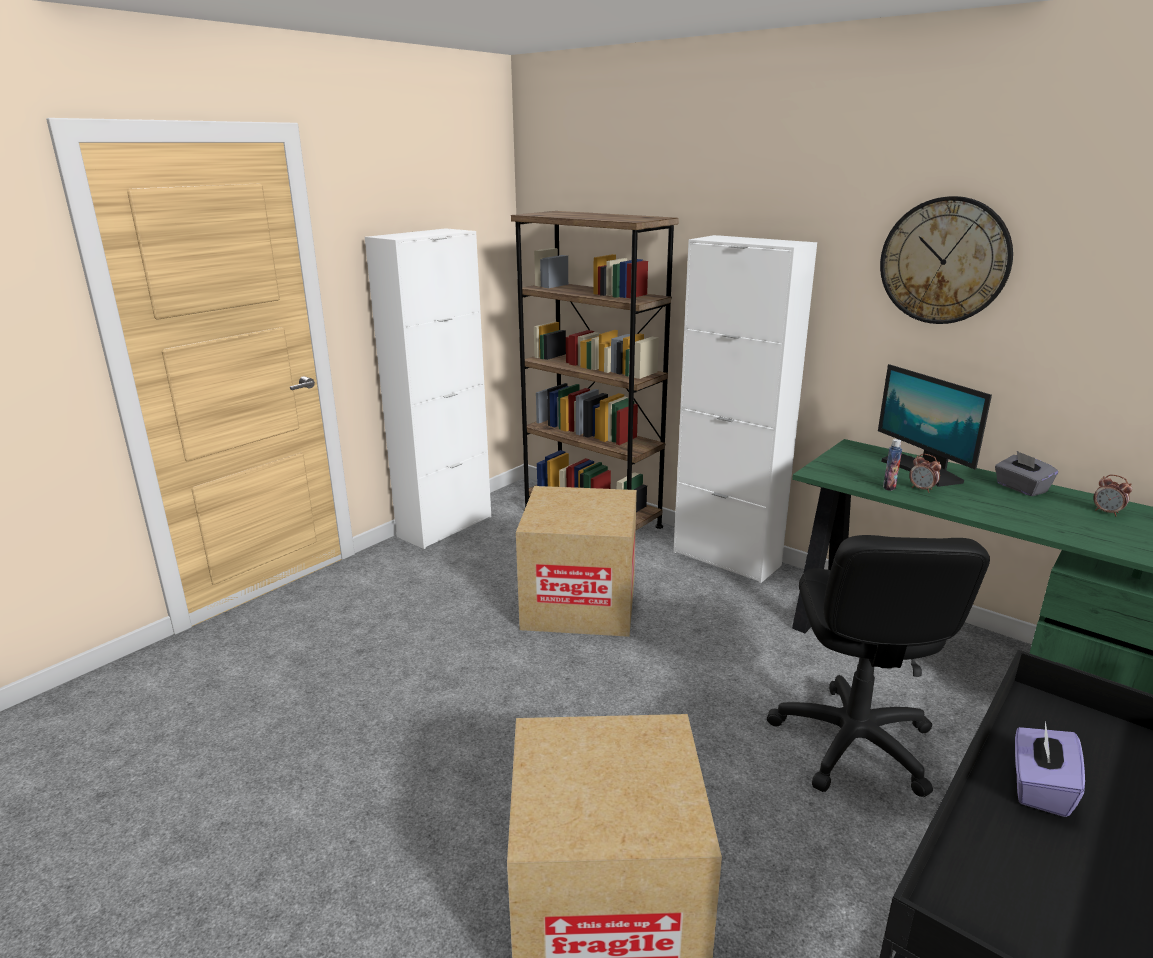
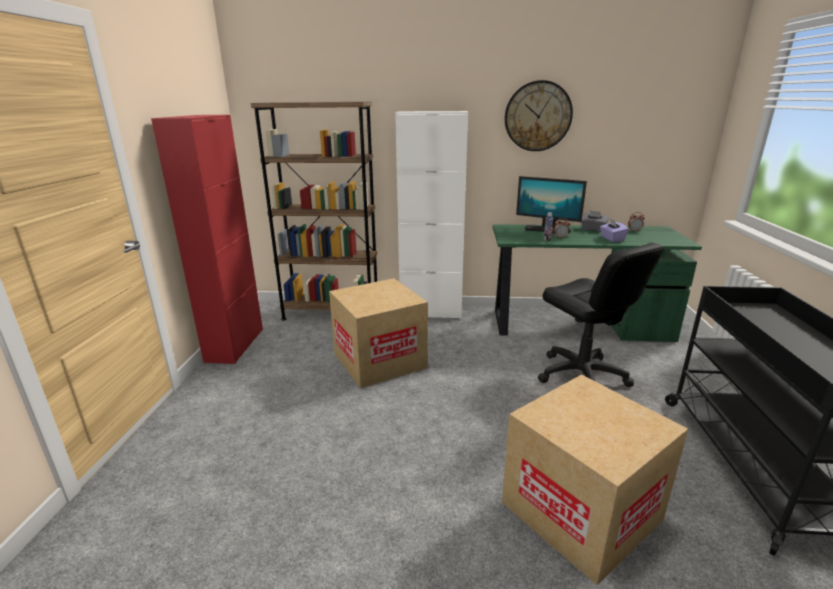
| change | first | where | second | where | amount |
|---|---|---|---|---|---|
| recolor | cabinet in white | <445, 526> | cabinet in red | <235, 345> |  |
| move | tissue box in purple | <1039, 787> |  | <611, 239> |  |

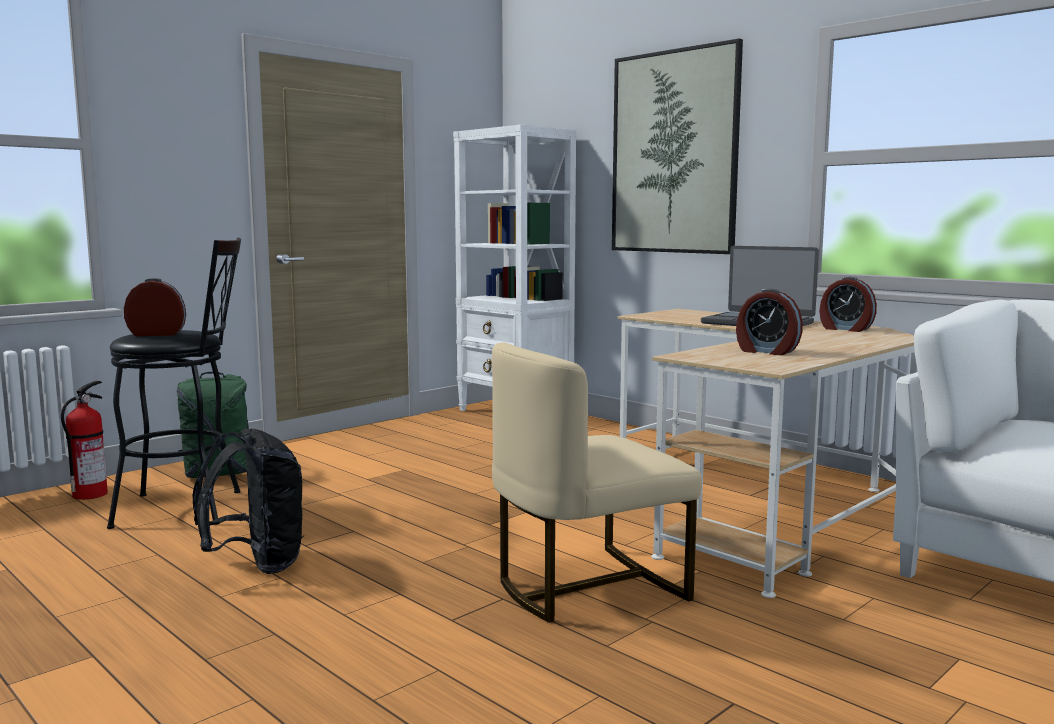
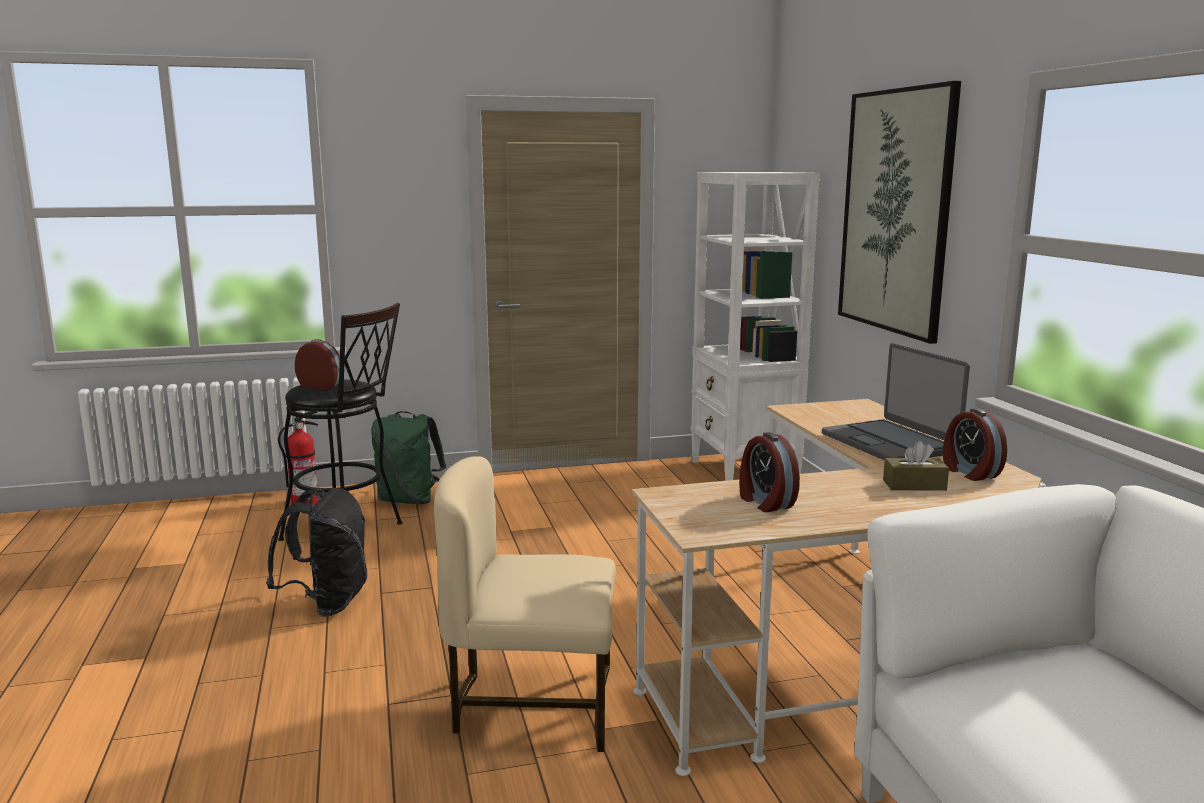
| change | first | where | second | where | amount |
|---|---|---|---|---|---|
| insert |  |  | tissue box in brown | <914, 485> |  |

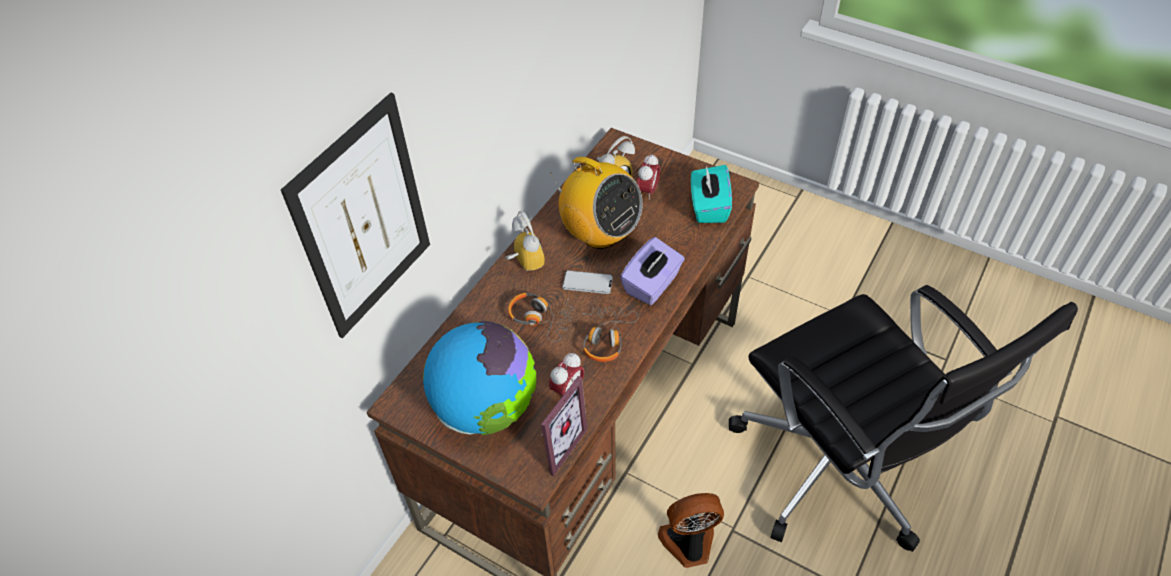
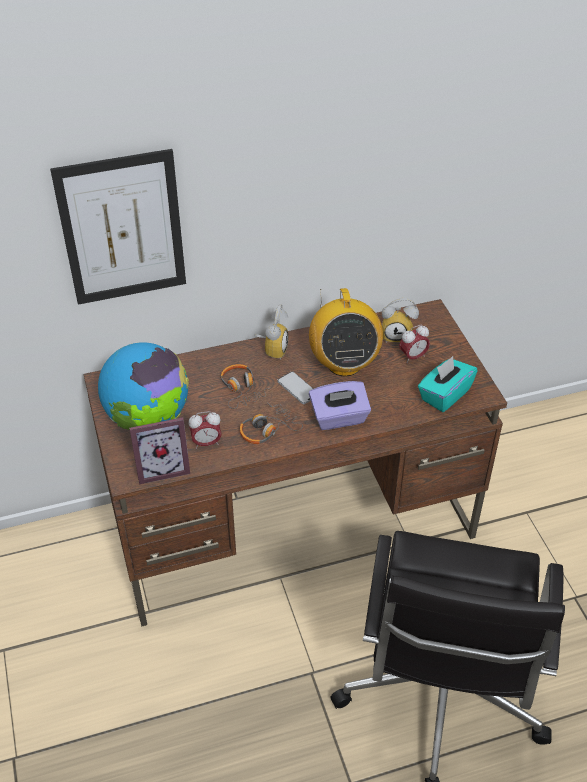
| change | first | where | second | where | amount |
|---|---|---|---|---|---|
| delete | fan | <689, 544> |  |  |  |

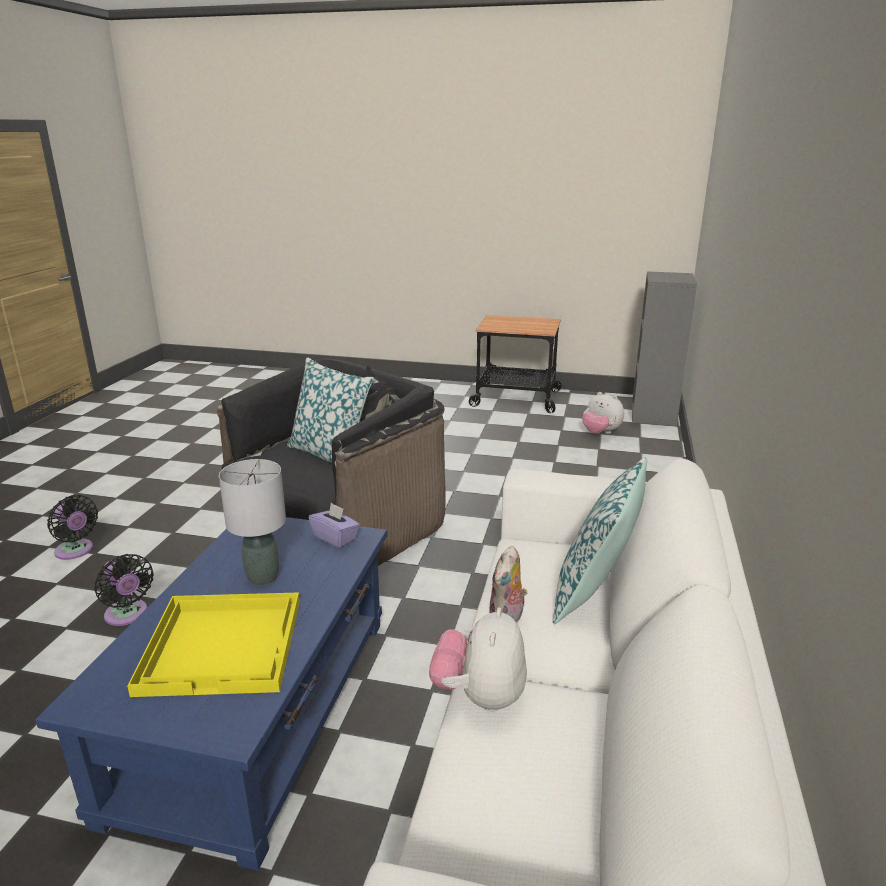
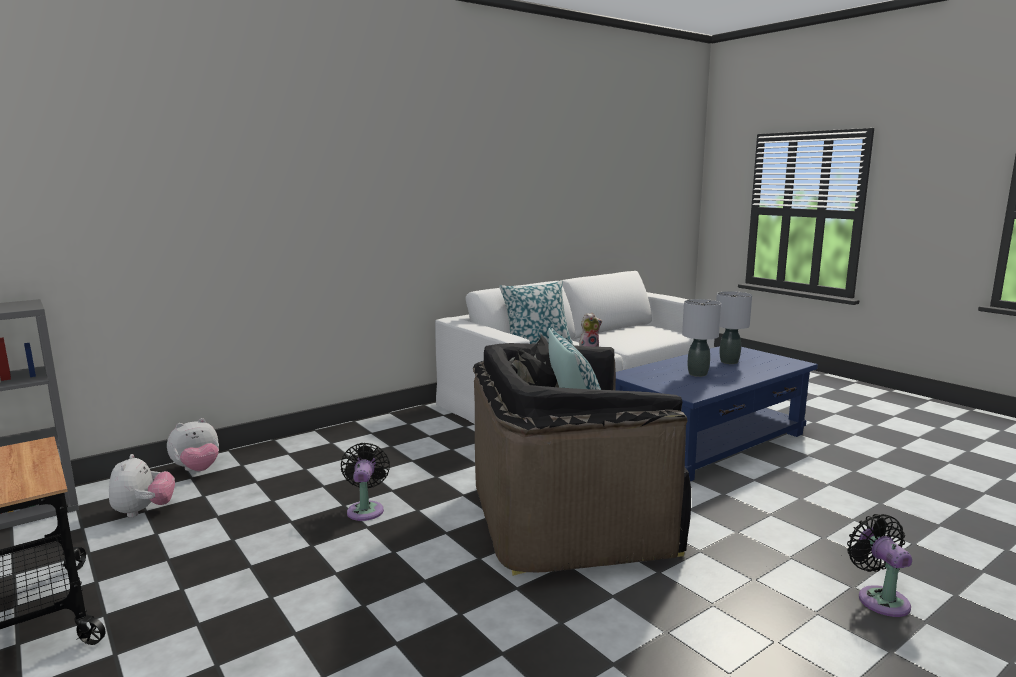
| change | first | where | second | where | amount |
|---|---|---|---|---|---|
| move | plush toy | <479, 696> |  | <197, 470> |  |
| move | fan in black | <128, 615> |  | <366, 509> |  |
| replace | tray in yellow | <224, 644> | table lamp in grey | <728, 362> |  |
| delete | tissue box in purple | <335, 538> |  |  |  |

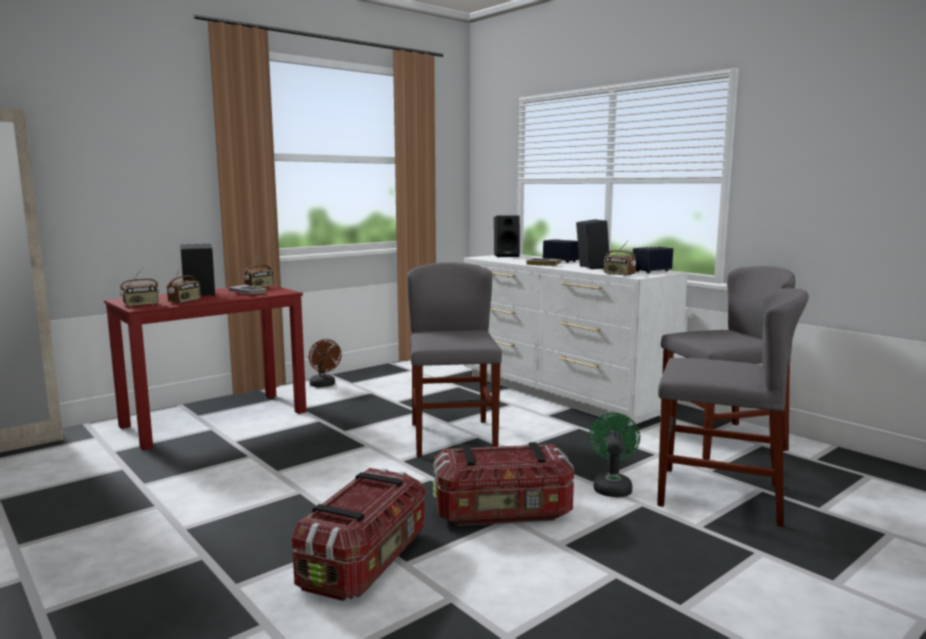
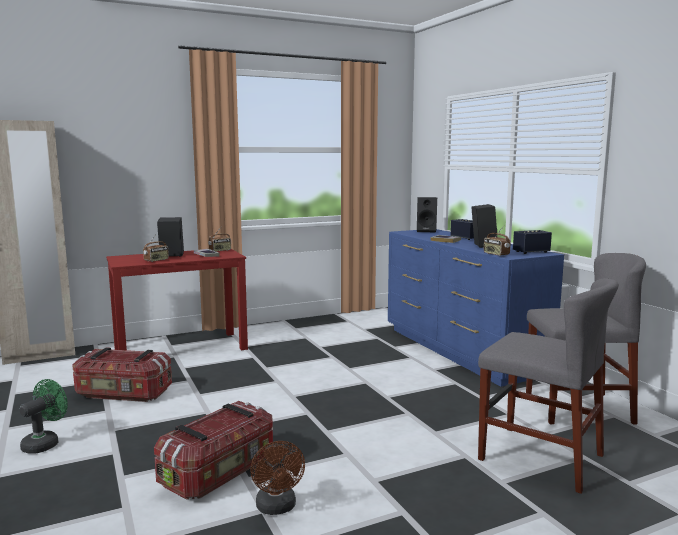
| change | first | where | second | where | amount |
|---|---|---|---|---|---|
| move | fan in green | <612, 486> |  | <45, 443> |  |
| move | storage box | <503, 512> |  | <123, 394> |  |
| move | fan in brown | <324, 385> |  | <277, 508> |  |
| recolor | dresser in white | <562, 393> | dresser in blue | <460, 351> |  |
| delete | radio | <141, 305> |  |  |  |
| delete | chair in grey | <453, 438> |  |  |  |

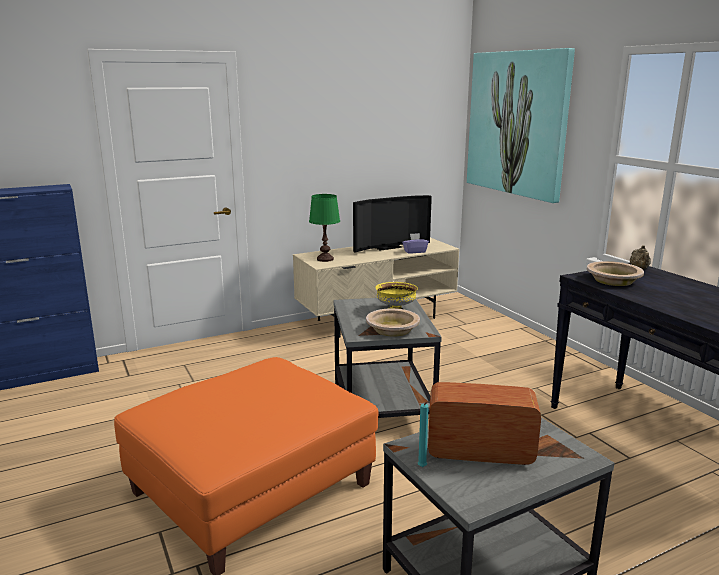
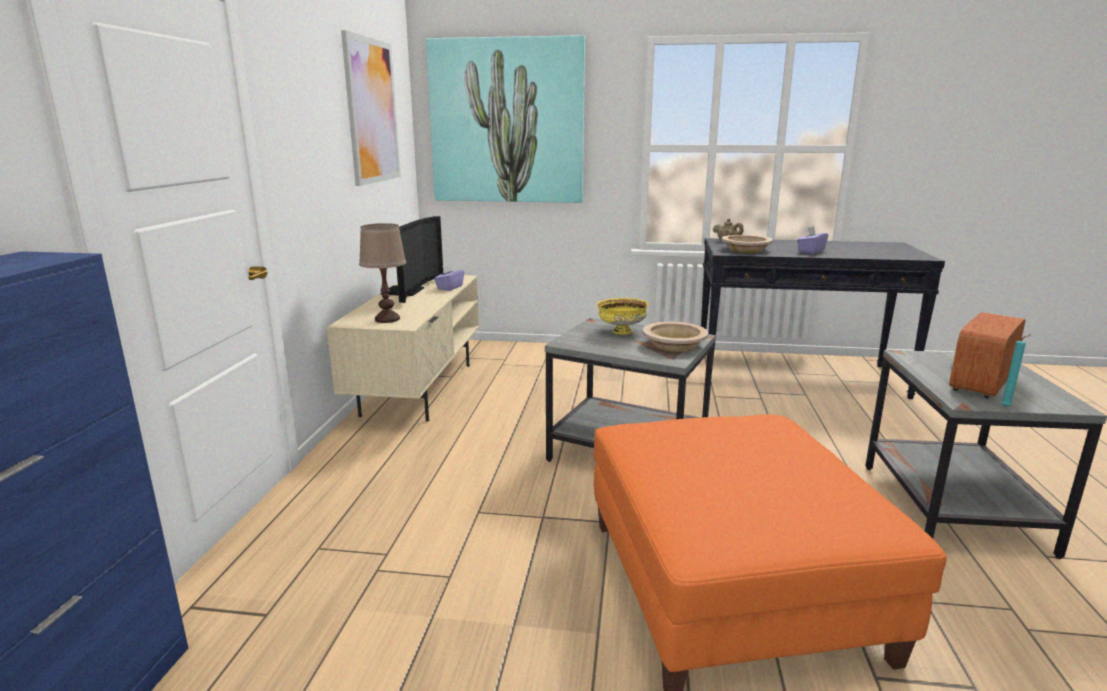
| change | first | where | second | where | amount |
|---|---|---|---|---|---|
| insert |  |  | picture | <372, 111> |  |
| recolor | table lamp in green | <325, 259> | table lamp in brown | <387, 319> |  |
| insert |  |  | tissue box in purple | <810, 251> |  |

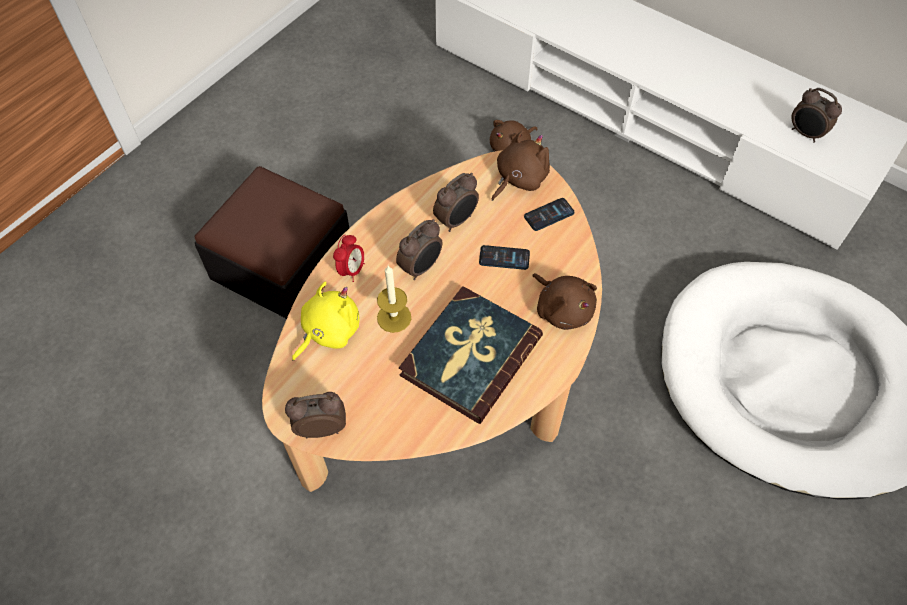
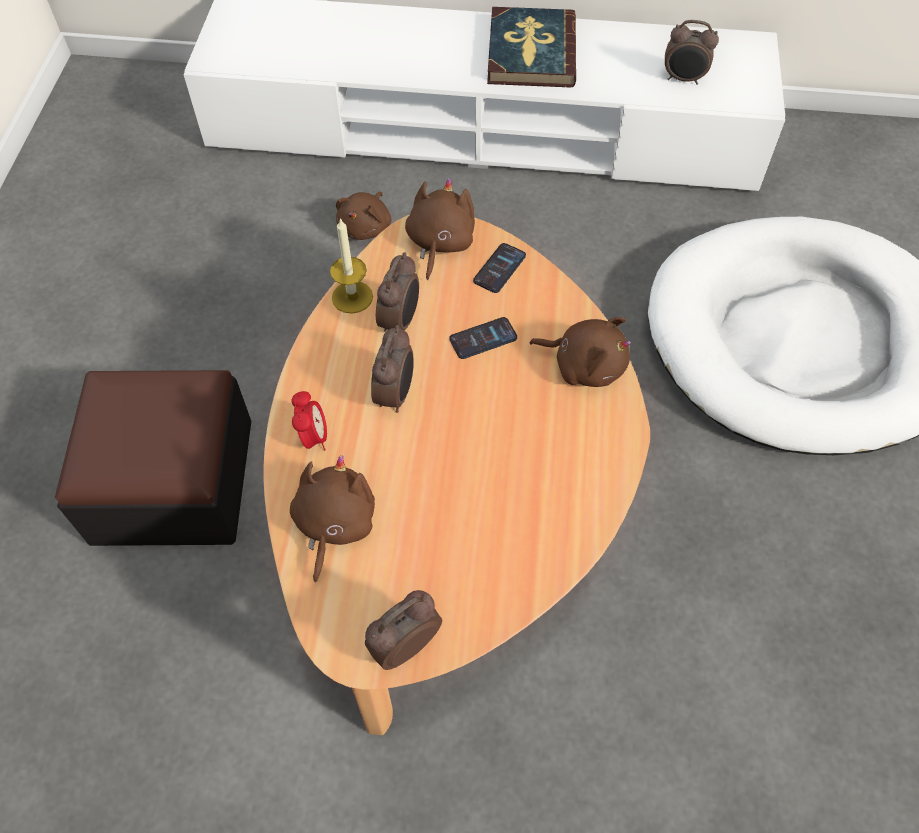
| change | first | where | second | where | amount |
|---|---|---|---|---|---|
| recolor | plush toy in yellow | <328, 331> | plush toy in brown | <334, 524> |  |
| move | candle | <394, 317> |  | <352, 297> |  |
| move | book | <470, 356> |  | <530, 52> |  |

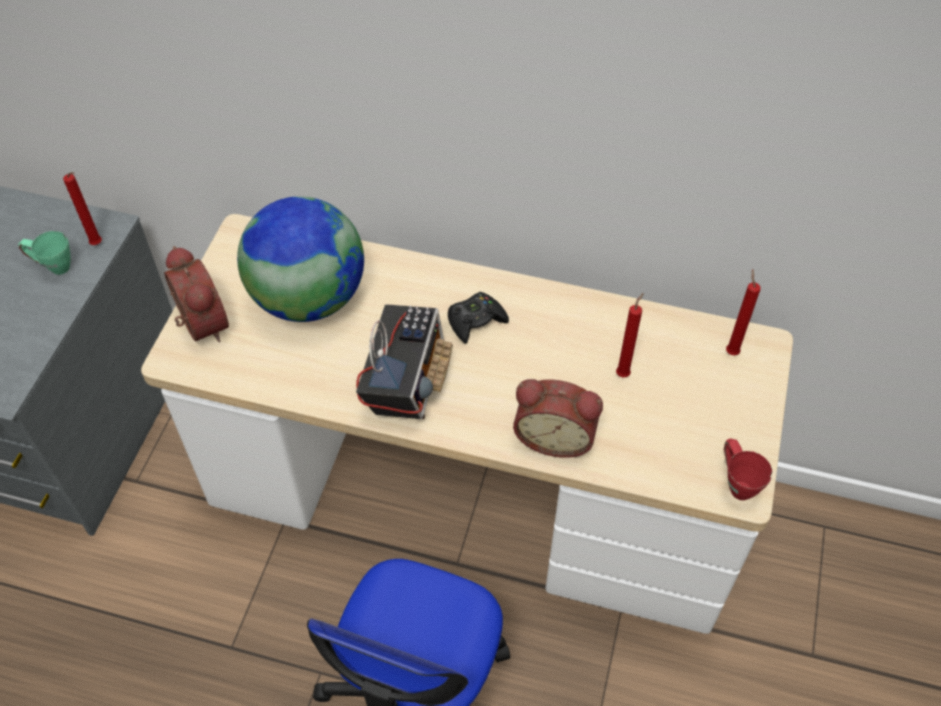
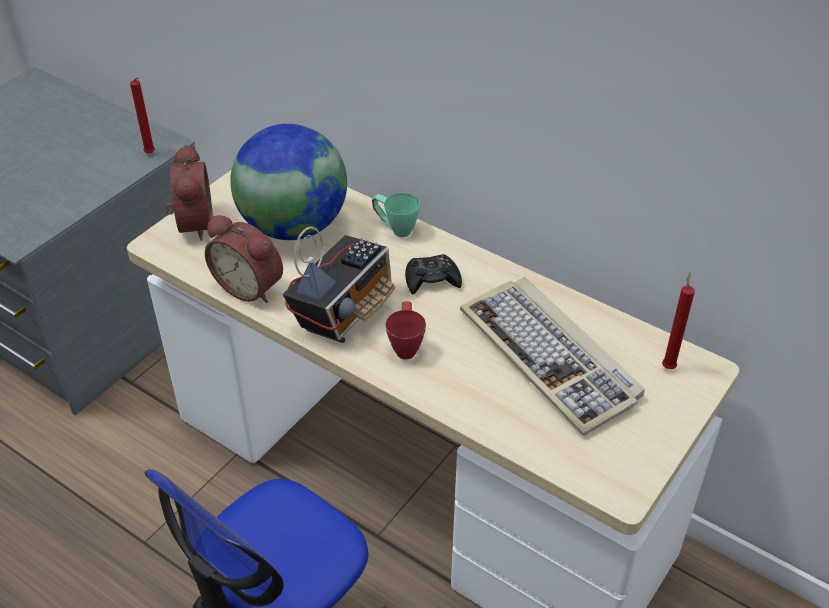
| change | first | where | second | where | amount |
|---|---|---|---|---|---|
| move | alarm clock | <555, 436> |  | <251, 286> |  |
| move | mug in green | <52, 266> |  | <395, 228> |  |
| move | mug in red | <736, 482> |  | <406, 345> |  |
| replace | candle in red | <624, 373> | keyboard | <551, 357> |  |

